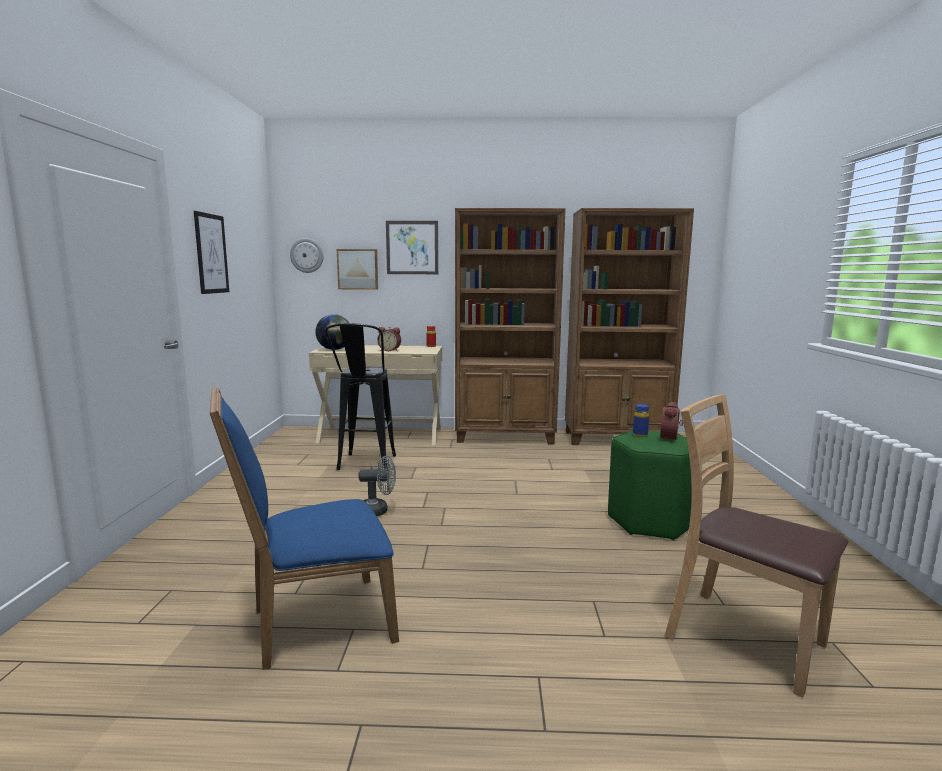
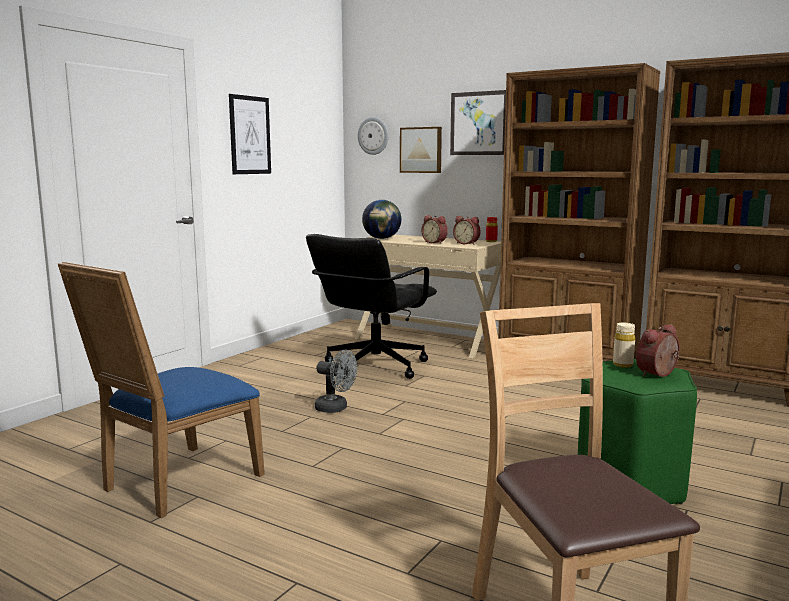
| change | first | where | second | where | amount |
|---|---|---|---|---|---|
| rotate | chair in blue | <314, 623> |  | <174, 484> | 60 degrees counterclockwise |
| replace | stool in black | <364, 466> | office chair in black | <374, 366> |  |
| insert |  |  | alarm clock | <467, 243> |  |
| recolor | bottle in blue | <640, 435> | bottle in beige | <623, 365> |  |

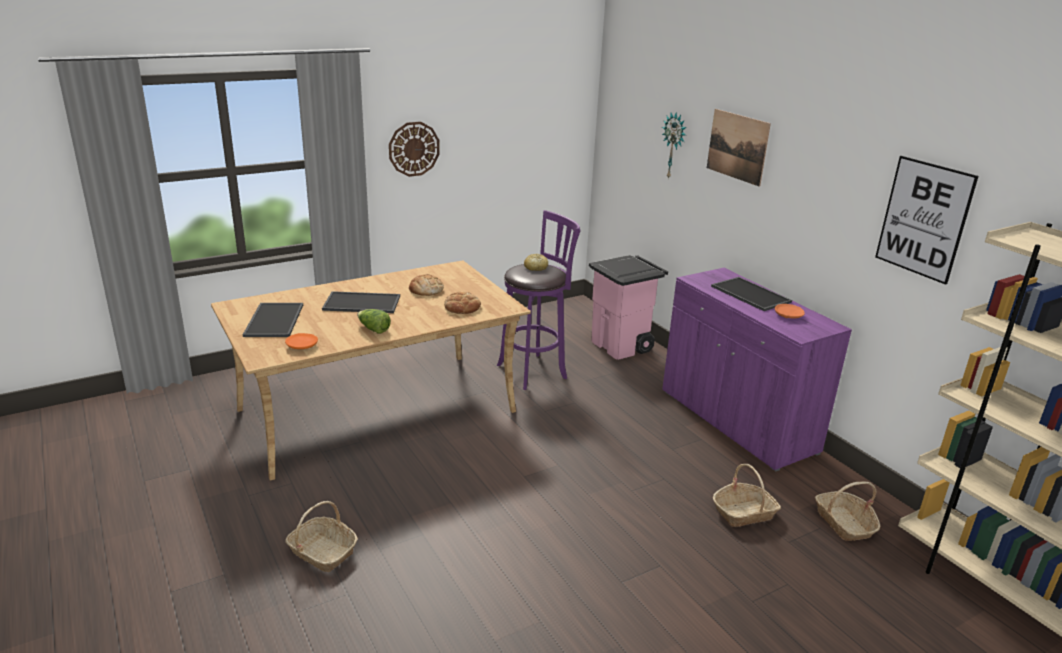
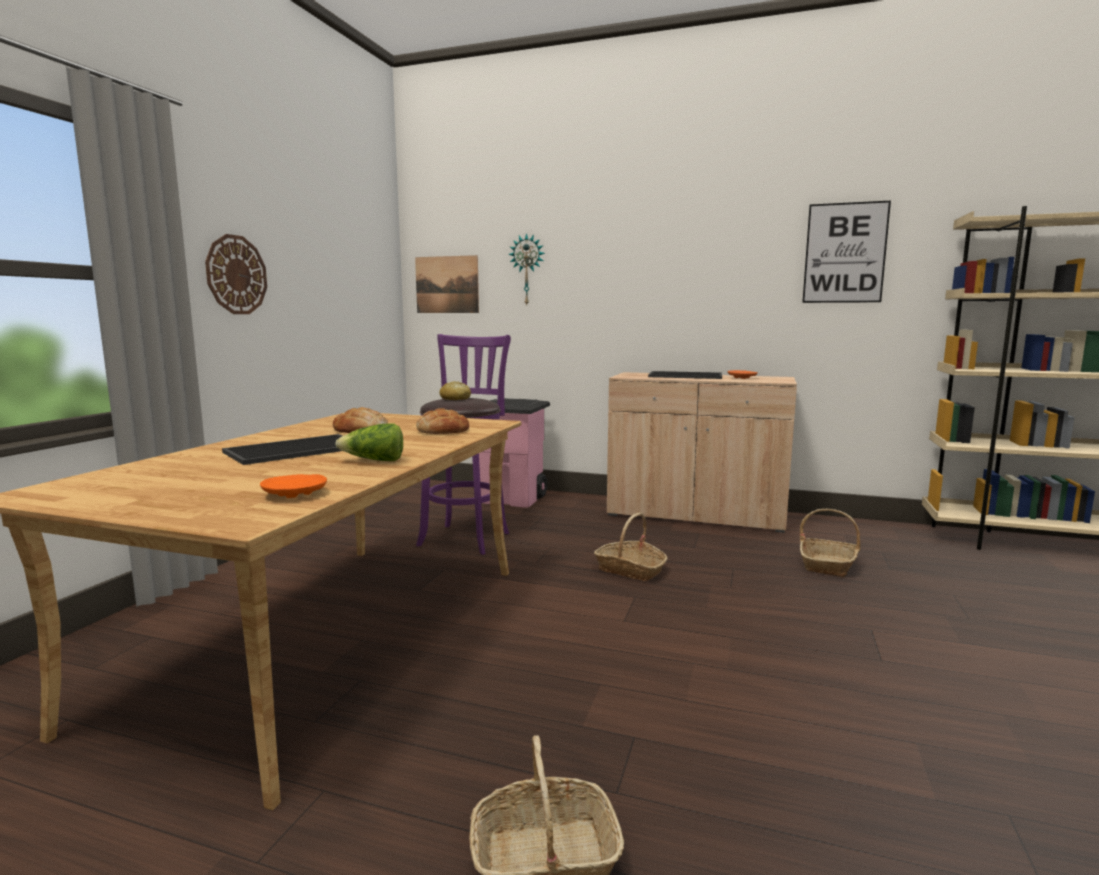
| change | first | where | second | where | amount |
|---|---|---|---|---|---|
| move | picture | <737, 146> |  | <447, 284> |  |
| move | basket | <844, 523> |  | <630, 570> |  |
| recolor | cabinet in purple | <736, 421> | cabinet in beige | <695, 514> |  |
| delete | tray | <273, 319> |  |  |  |

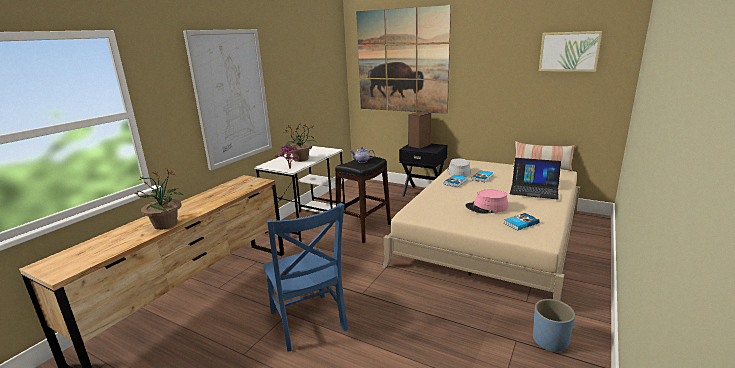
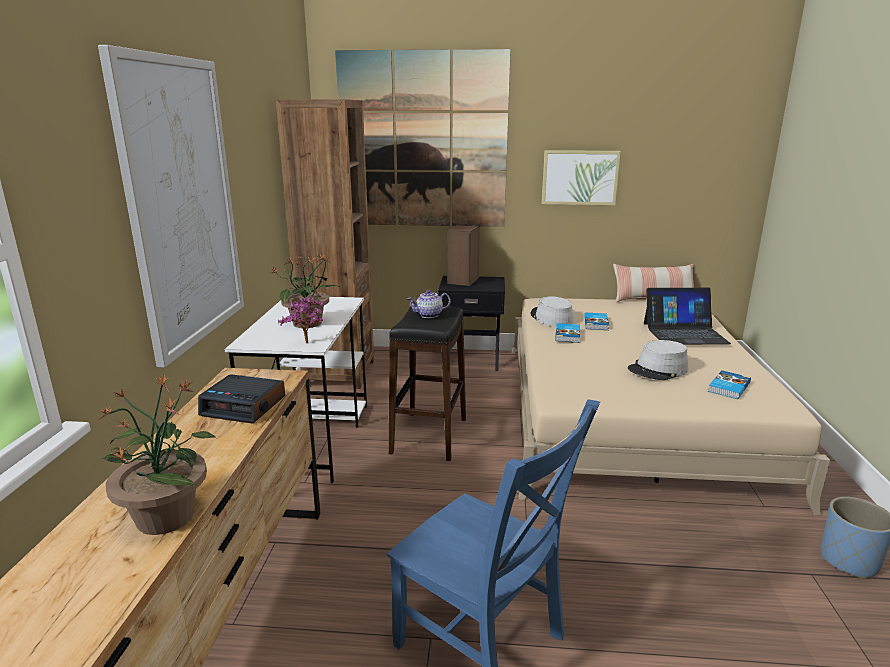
| change | first | where | second | where | amount |
|---|---|---|---|---|---|
| insert |  |  | alarm clock | <244, 406> |  |
| insert |  |  | bookcase in brown | <339, 373> |  |
| move | picture | <569, 51> |  | <579, 177> |  |
| recolor | hat in pink | <487, 207> | hat in grey | <658, 369> |  |

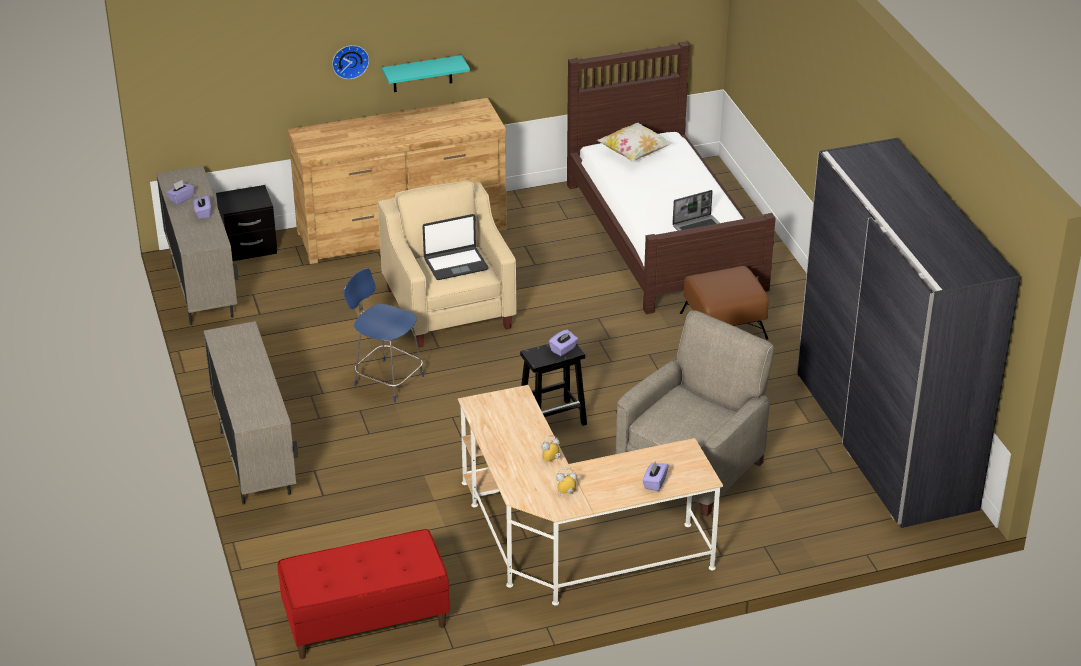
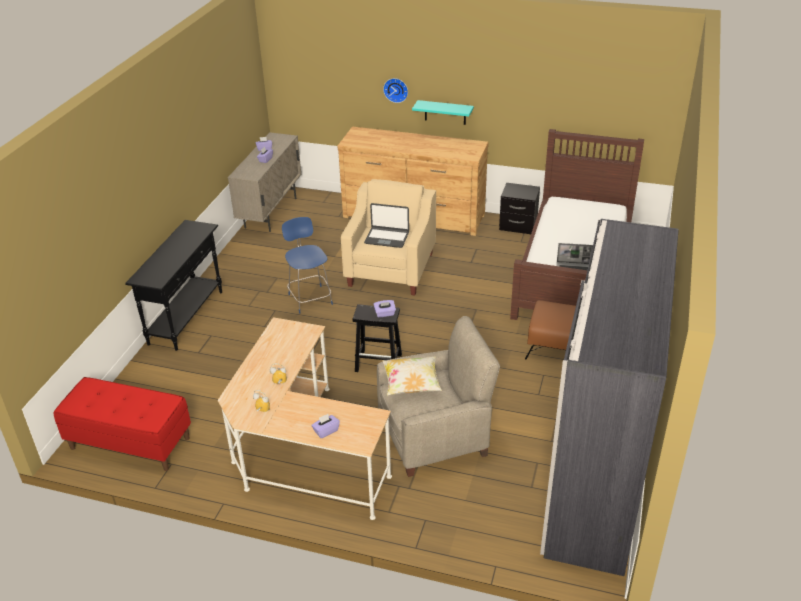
| change | first | where | second | where | amount |
|---|---|---|---|---|---|
| replace | cabinet in beige | <255, 462> | console table in black | <186, 317> |  |
| move | pillow | <634, 153> |  | <411, 385> |  |
| move | nightstand in black | <249, 248> |  | <518, 226> |  |

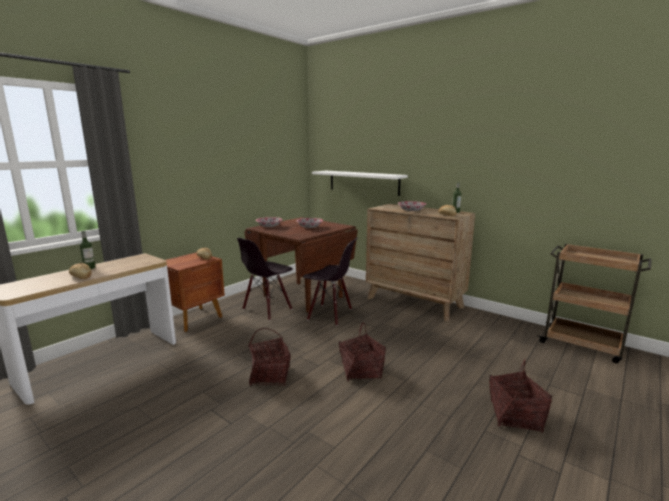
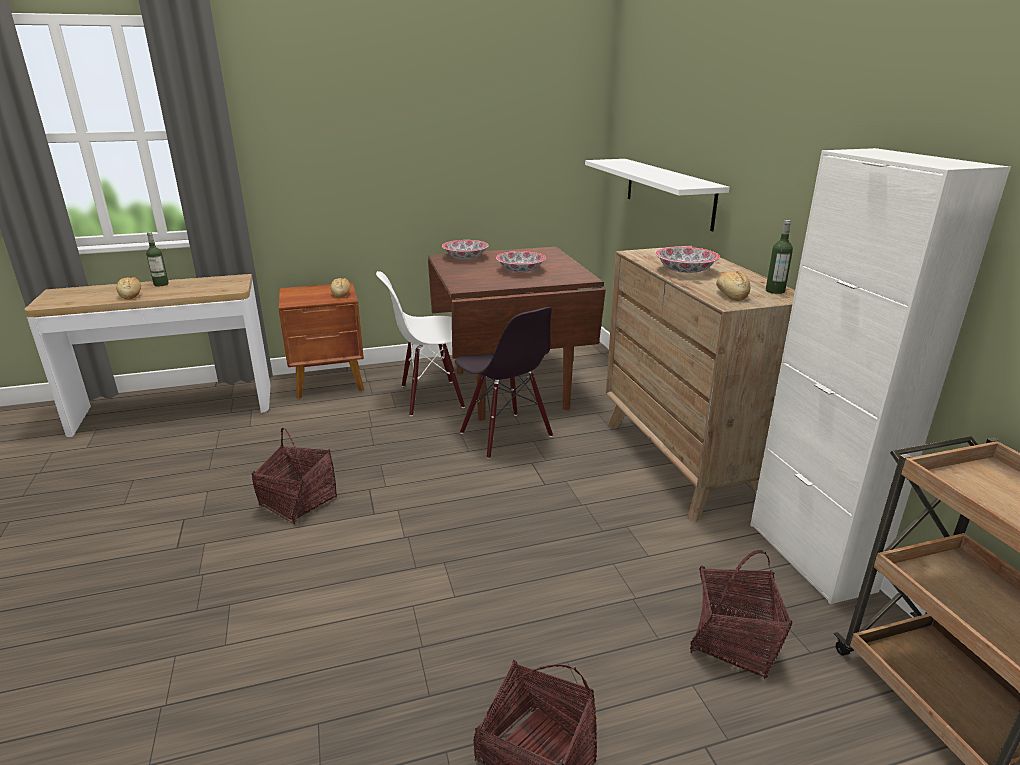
| change | first | where | second | where | amount |
|---|---|---|---|---|---|
| recolor | chair in black | <267, 309> | chair in white | <431, 397> |  |
| move | basket | <361, 371> |  | <734, 641> |  |
| insert |  |  | cabinet in white | <810, 556> |  |

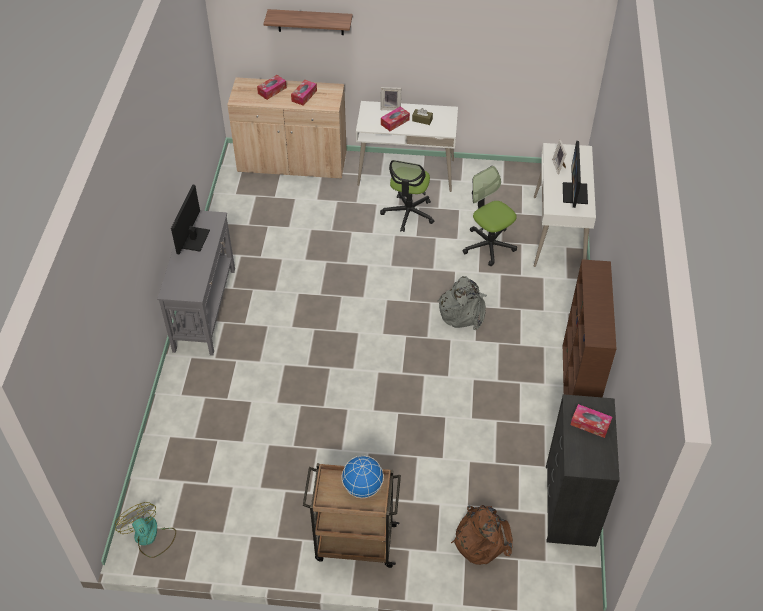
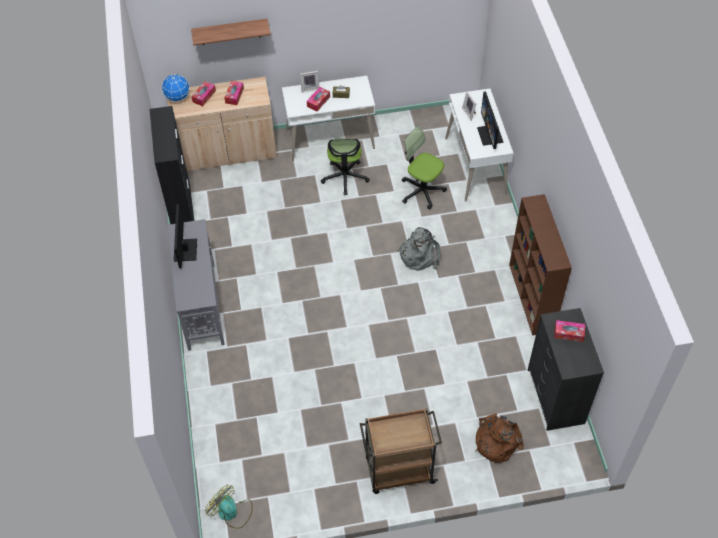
| change | first | where | second | where | amount |
|---|---|---|---|---|---|
| insert |  |  | cabinet in black | <182, 211> |  |
| move | globe | <363, 487> |  | <177, 97> |  |

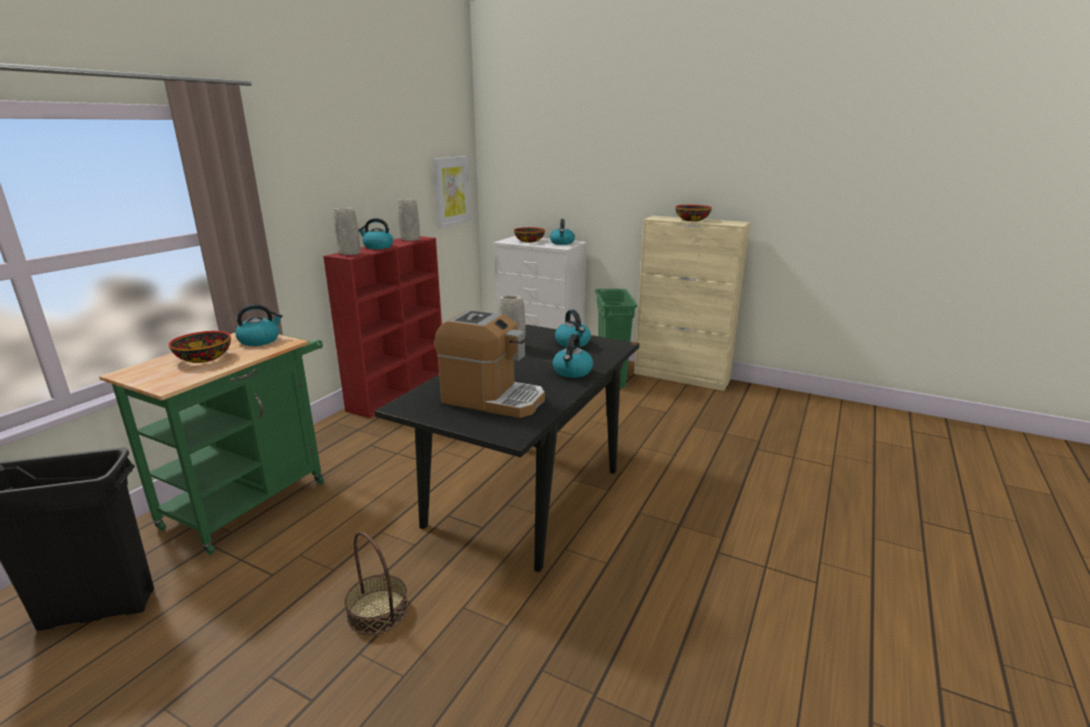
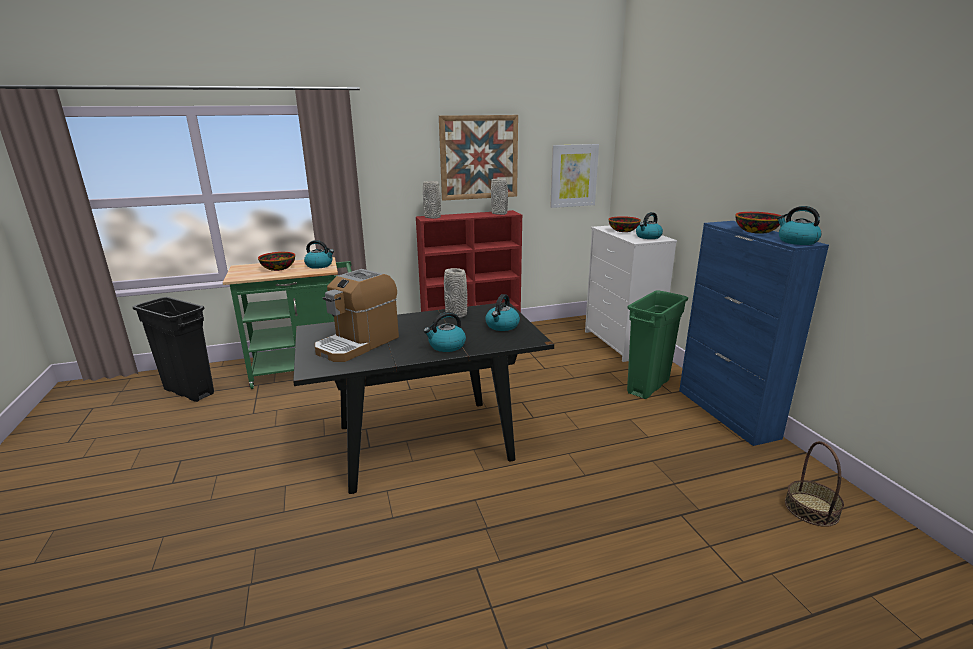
| change | first | where | second | where | amount |
|---|---|---|---|---|---|
| rotate | coffee machine | <492, 399> |  | <358, 344> | 60 degrees clockwise |
| insert |  |  | picture | <479, 157> |  |
| recolor | cabinet in beige | <681, 377> | cabinet in blue | <726, 413> |  |
| move | kettle | <377, 247> |  | <796, 241> |  |
| move | basket | <378, 611> |  | <811, 509> |  |

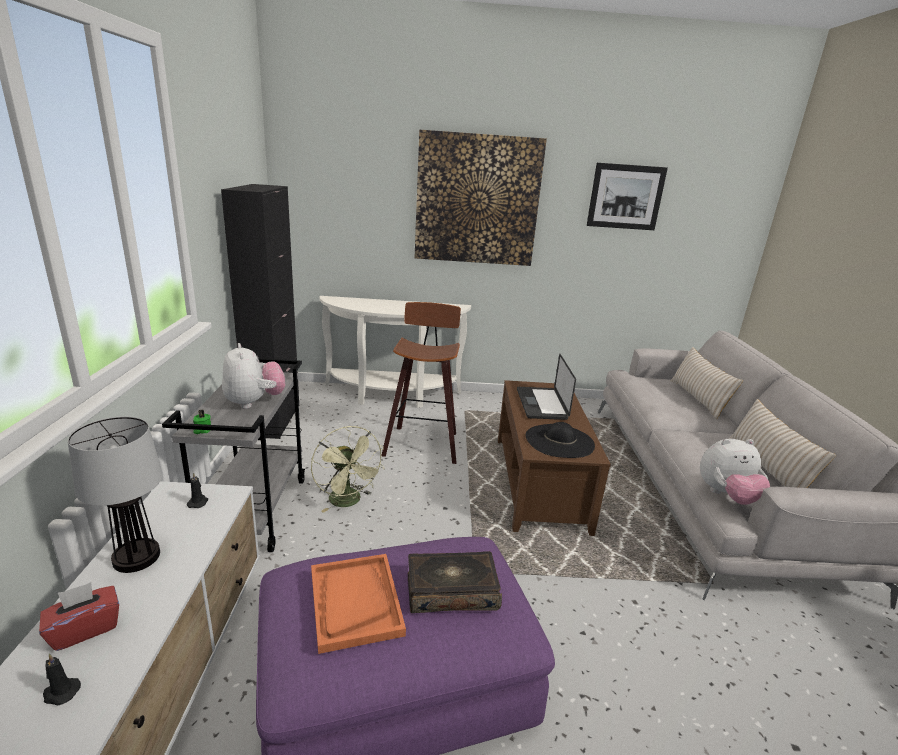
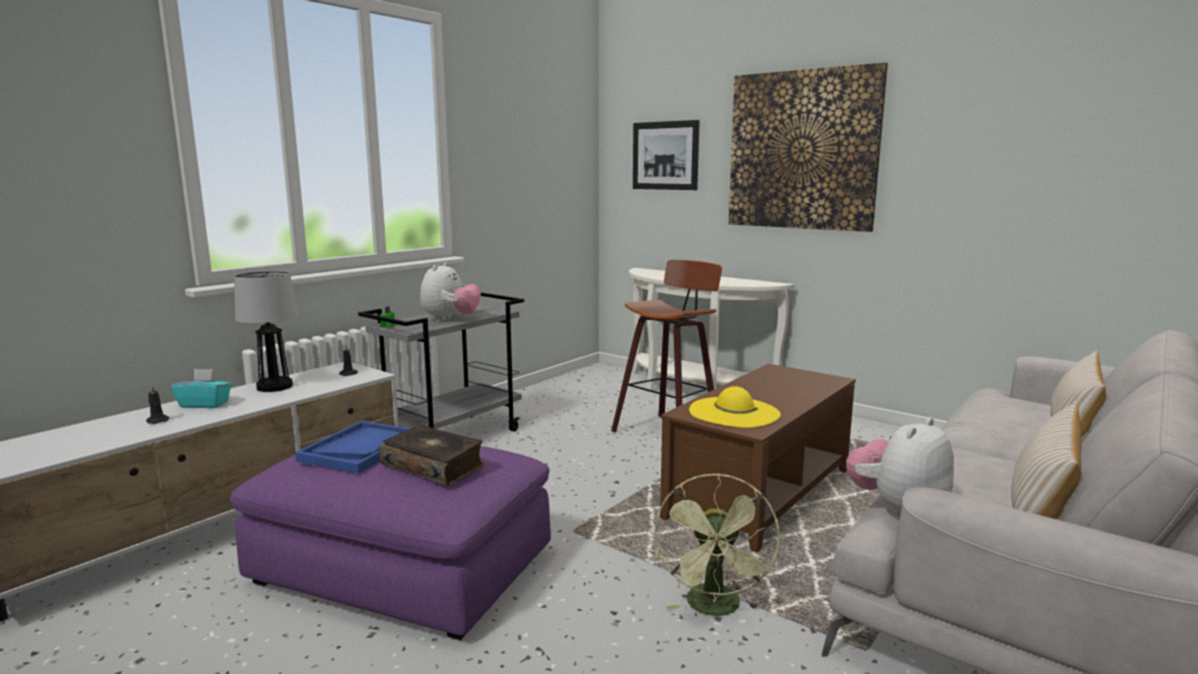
| change | first | where | second | where | amount |
|---|---|---|---|---|---|
| recolor | tissue box in red | <85, 629> | tissue box in turquoise | <205, 404> |  |
| recolor | tray in orange | <355, 602> | tray in blue | <360, 449> |  |
| move | picture | <625, 197> |  | <665, 155> |  |
| move | fan in green | <348, 502> |  | <715, 609> |  |
| recolor | hat in black | <559, 441> | hat in yellow | <734, 412> |  |
| rotate | plush toy | <726, 496> |  | <897, 509> | 105 degrees clockwise |
| delete | cabinet in black | <274, 420> |  |  |  |
| delete | laptop | <541, 404> |  |  |  |

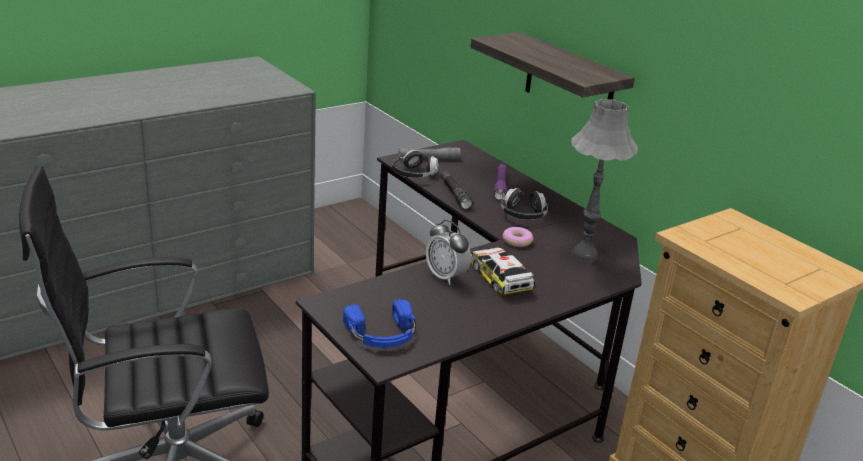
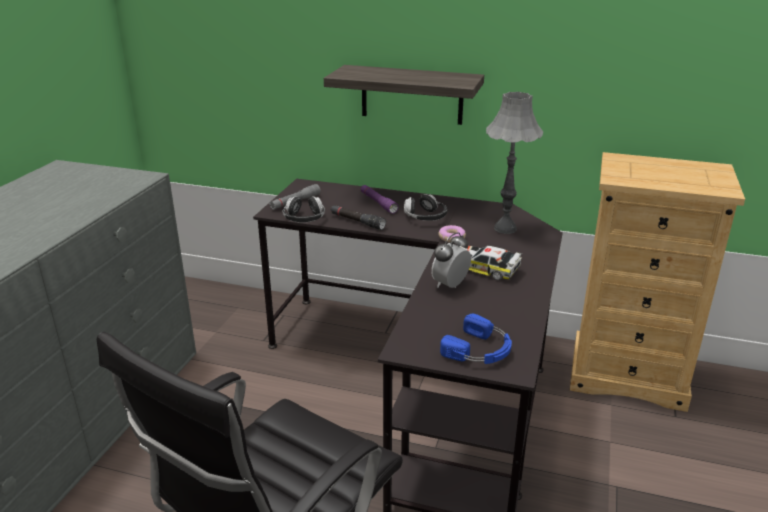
| change | first | where | second | where | amount |
|---|---|---|---|---|---|
| rotate | alarm clock | <446, 277> |  | <450, 285> | 120 degrees clockwise |

